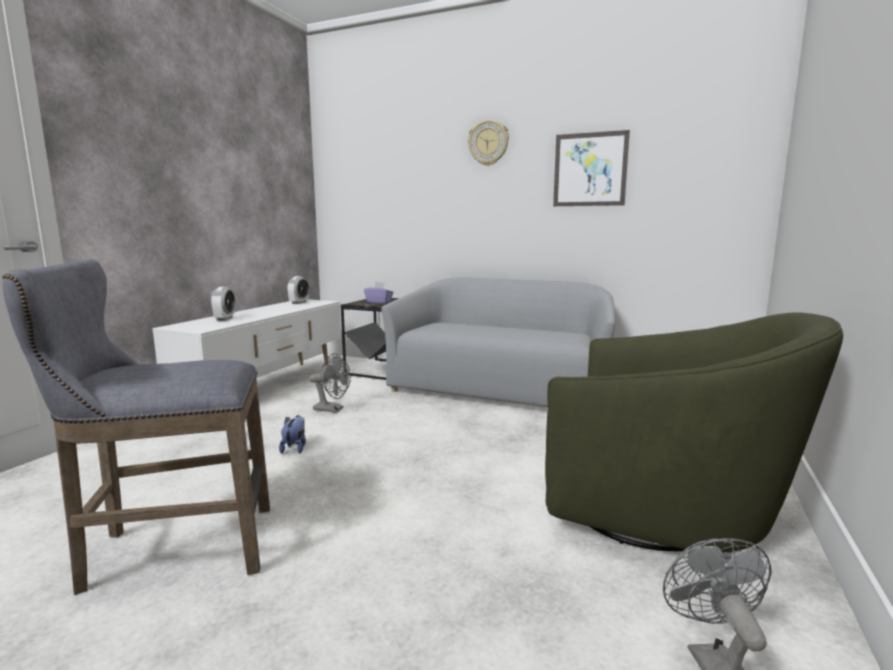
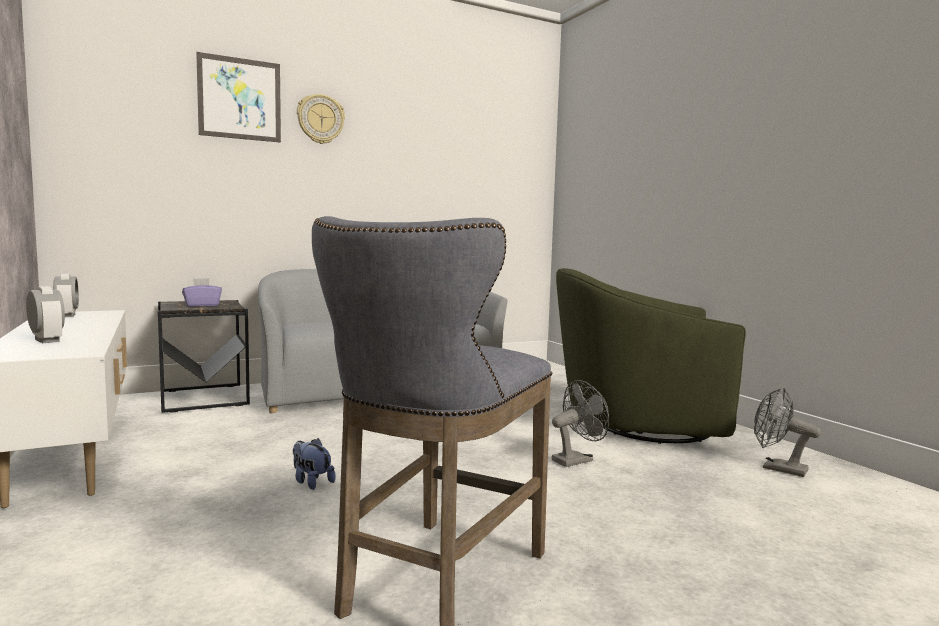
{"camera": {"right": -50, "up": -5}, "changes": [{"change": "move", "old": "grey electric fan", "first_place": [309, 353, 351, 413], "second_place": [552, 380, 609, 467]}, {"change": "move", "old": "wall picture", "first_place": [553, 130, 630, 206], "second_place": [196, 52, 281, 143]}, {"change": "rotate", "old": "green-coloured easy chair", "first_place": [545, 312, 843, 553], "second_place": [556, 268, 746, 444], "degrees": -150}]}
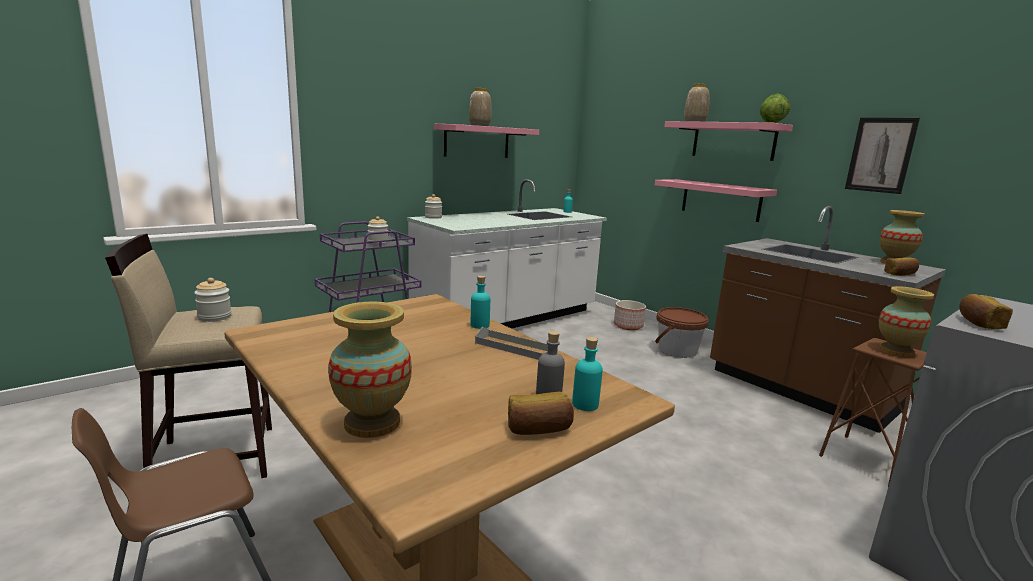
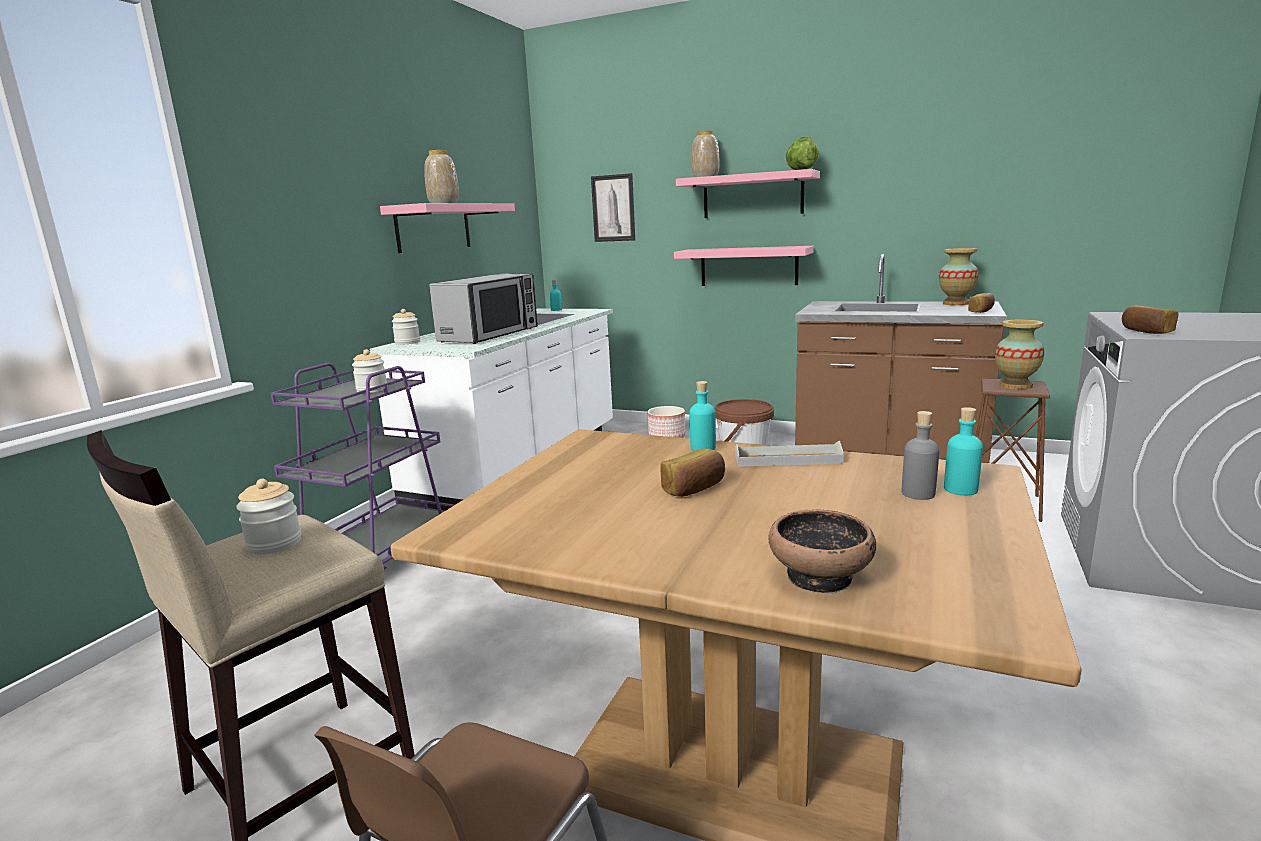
{"camera": {"right": -25, "up": 0}, "changes": [{"change": "insert", "new": "microwave", "second_place": [429, 274, 538, 344]}, {"change": "move", "old": "baked bread", "first_place": [508, 392, 574, 435], "second_place": [660, 448, 725, 497]}, {"change": "move", "old": "wall picture", "first_place": [845, 117, 920, 194], "second_place": [591, 173, 635, 242]}, {"change": "replace", "old": "vase", "new": "bowl", "first_place": [328, 302, 412, 438], "second_place": [768, 509, 876, 593]}]}
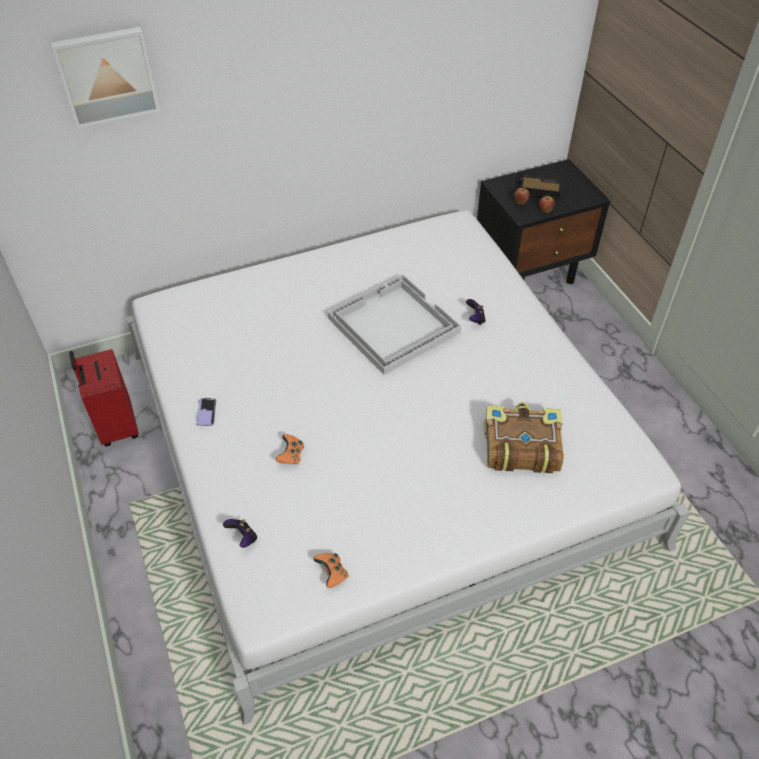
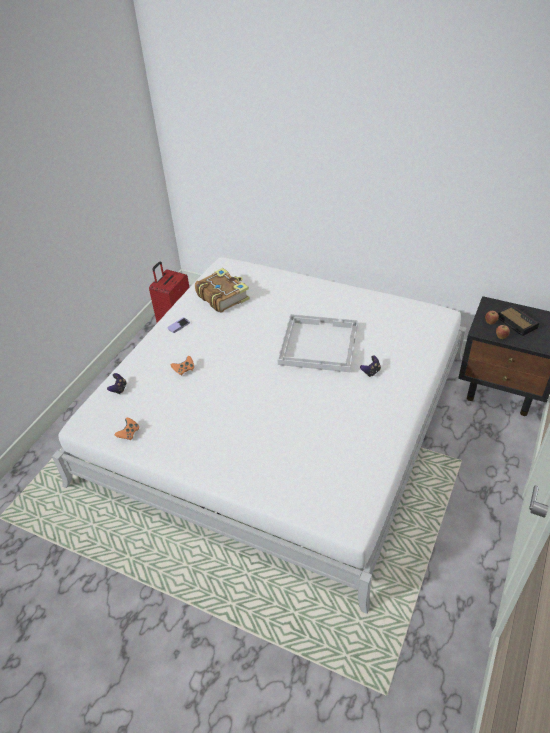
{"camera": {"right": 50, "up": -5}, "changes": [{"change": "delete", "old": "wall picture", "first_place": [50, 27, 160, 128]}, {"change": "move", "old": "volume", "first_place": [484, 402, 564, 473], "second_place": [195, 268, 250, 313]}]}
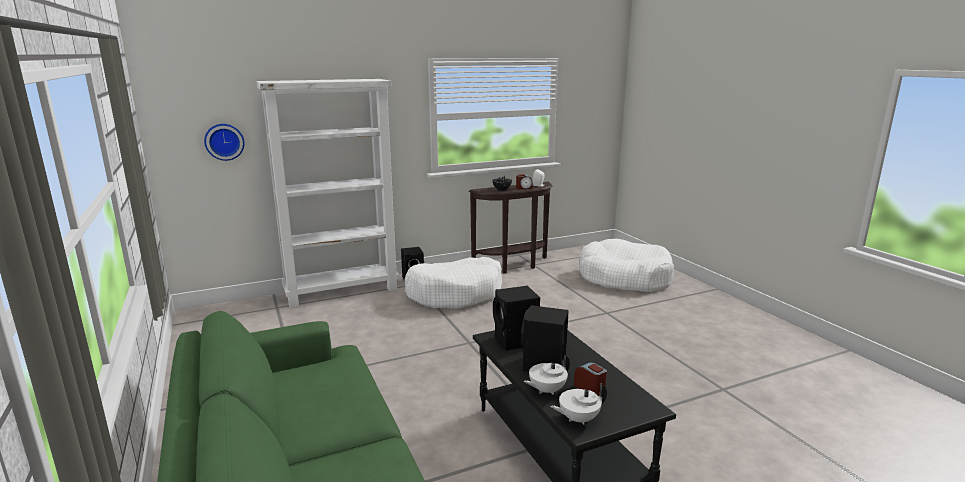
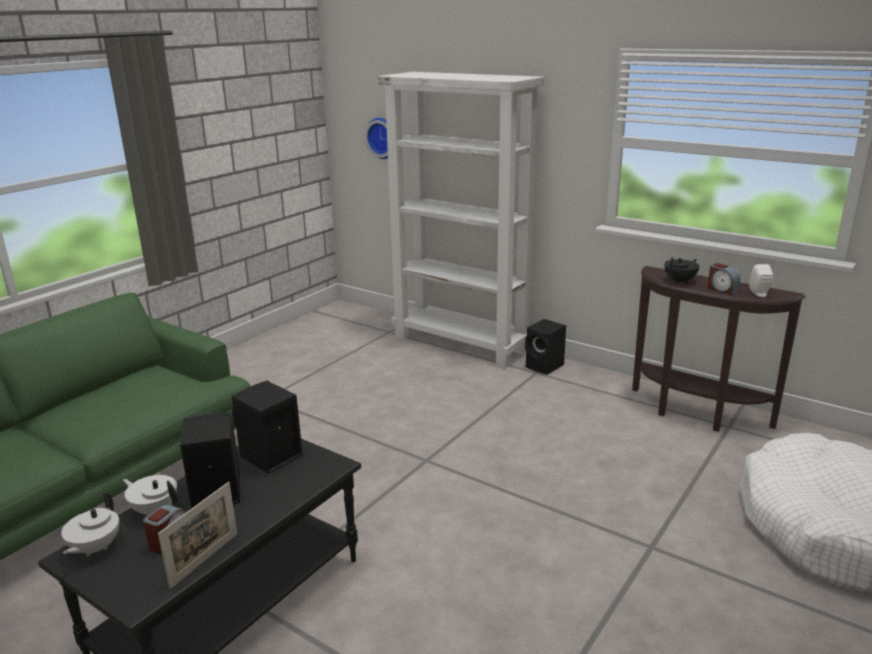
{"camera": {"right": 60, "up": 5}, "changes": [{"change": "delete", "old": "white pet bed", "first_place": [404, 257, 502, 309]}, {"change": "insert", "new": "standing frame", "second_place": [158, 482, 237, 589]}, {"change": "rotate", "old": "white teapot", "first_place": [550, 383, 607, 425], "second_place": [61, 493, 119, 557], "degrees": -120}]}
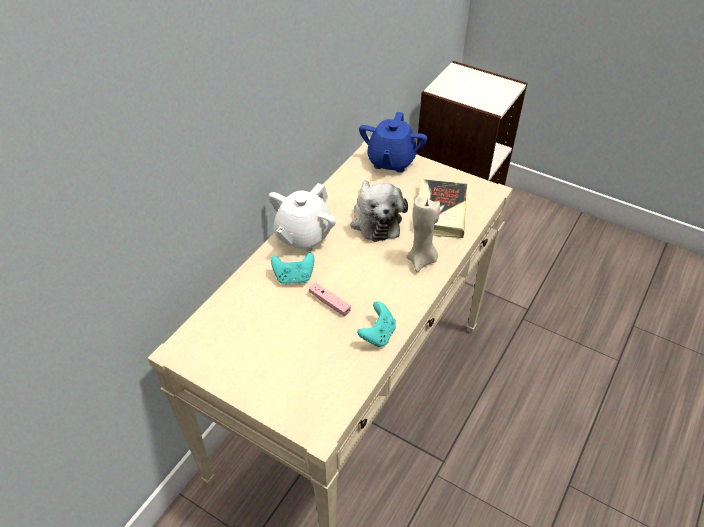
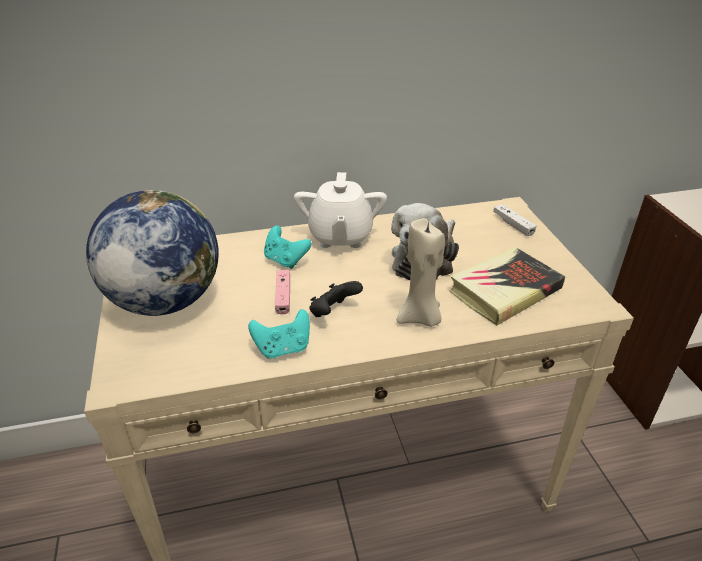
{"camera": {"right": 45, "up": -10}, "changes": [{"change": "insert", "new": "globe", "second_place": [86, 190, 219, 316]}, {"change": "insert", "new": "blackish joypad", "second_place": [309, 281, 363, 317]}, {"change": "replace", "old": "bluish teapot", "new": "white joypad", "first_place": [359, 112, 427, 173], "second_place": [493, 204, 536, 236]}, {"change": "rotate", "old": "white teapot", "first_place": [269, 183, 336, 252], "second_place": [294, 172, 387, 248], "degrees": -75}]}
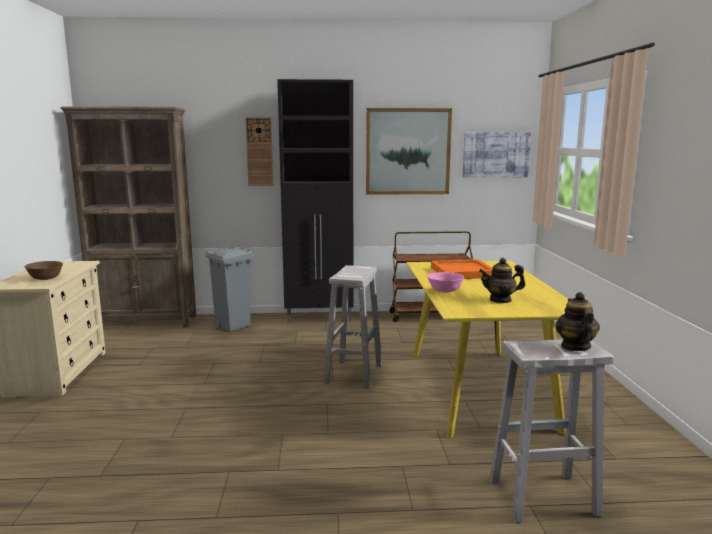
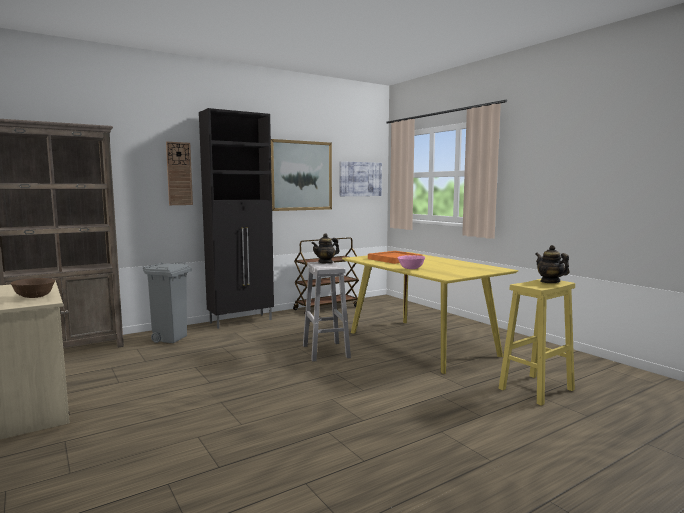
{"camera": {"right": -30, "up": -5}, "changes": [{"change": "move", "old": "teapot", "first_place": [479, 258, 526, 303], "second_place": [311, 233, 340, 264]}, {"change": "recolor", "old": "white stool", "new": "yellow-coloured stool", "first_place": [490, 339, 614, 523], "second_place": [499, 278, 575, 406]}]}
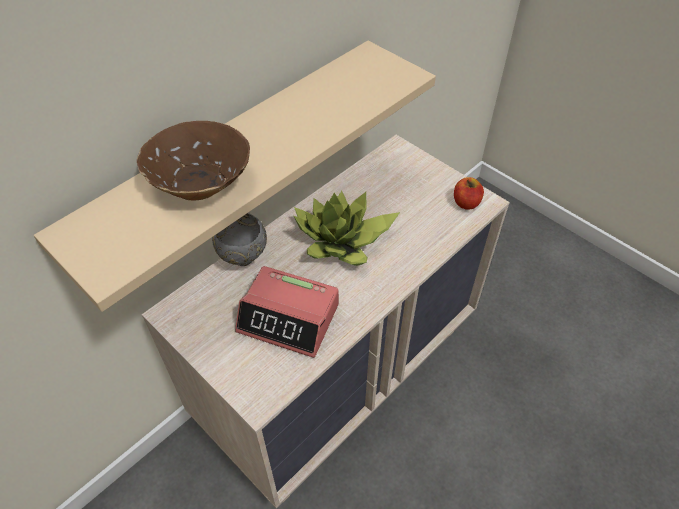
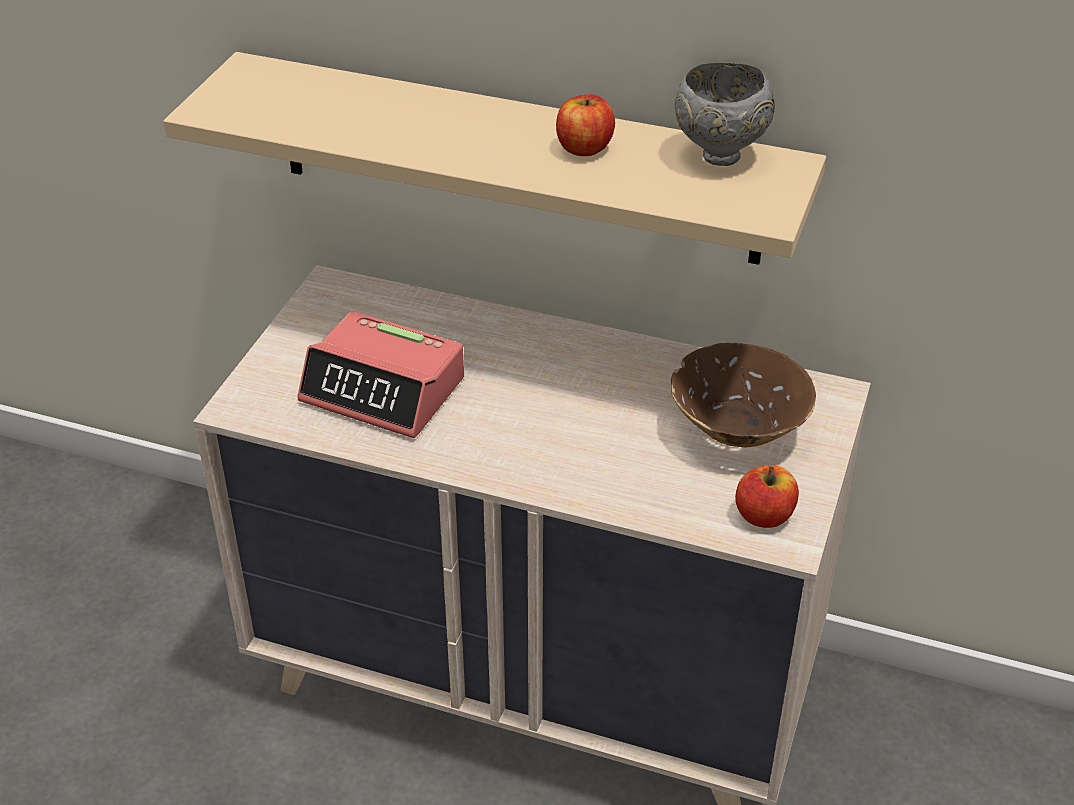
{"camera": {"right": 65, "up": -10}, "changes": [{"change": "delete", "old": "houseplant", "first_place": [293, 191, 400, 266]}, {"change": "insert", "new": "whole apple", "second_place": [556, 94, 615, 156]}, {"change": "move", "old": "brown bowl", "first_place": [137, 121, 250, 201], "second_place": [671, 343, 816, 447]}, {"change": "move", "old": "grey bowl", "first_place": [212, 213, 267, 266], "second_place": [675, 63, 775, 166]}, {"change": "rotate", "old": "alarm clock", "first_place": [235, 266, 339, 358], "second_place": [298, 311, 464, 438], "degrees": -60}]}
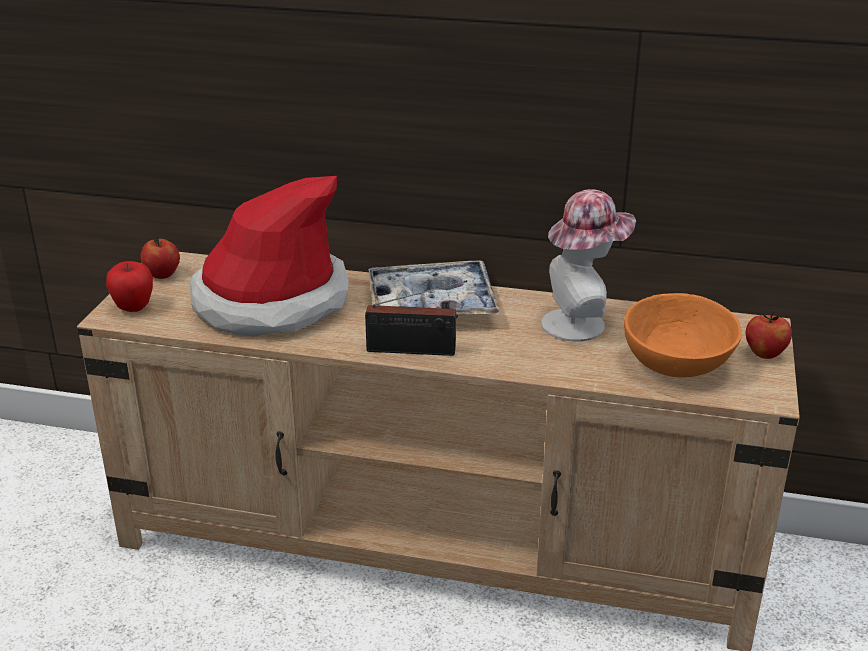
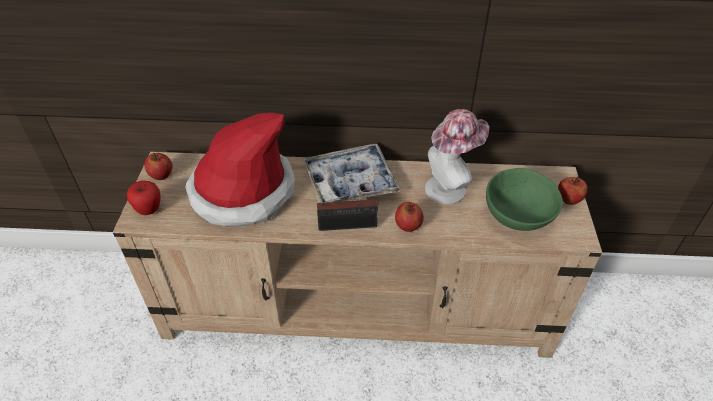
{"camera": {"right": -10, "up": 15}, "changes": [{"change": "insert", "new": "whole apple", "second_place": [395, 202, 424, 232]}, {"change": "recolor", "old": "orange-coloured bowl", "new": "green-coloured bowl", "first_place": [624, 293, 742, 377], "second_place": [486, 168, 563, 231]}]}
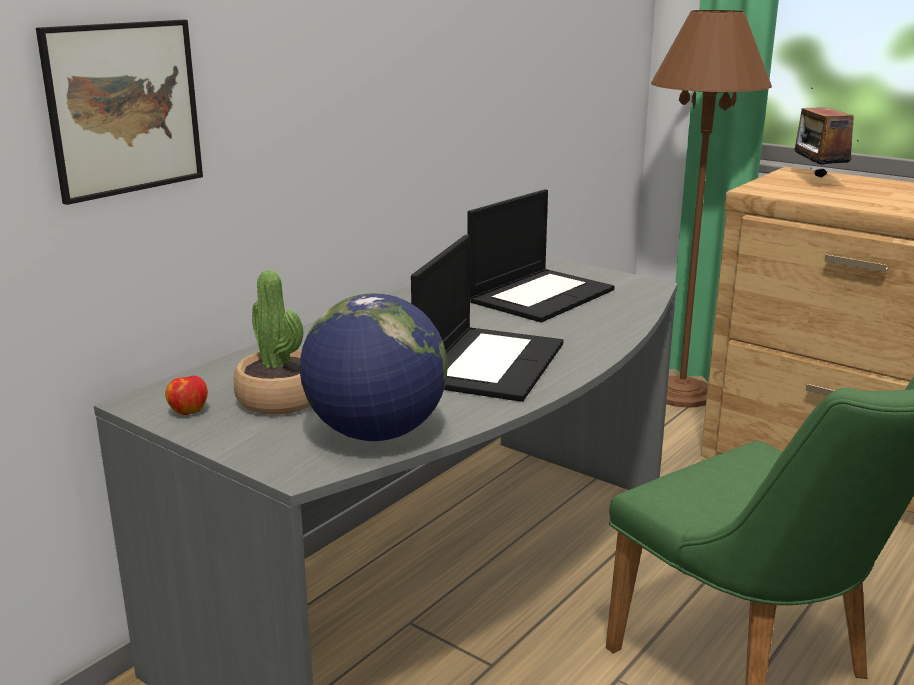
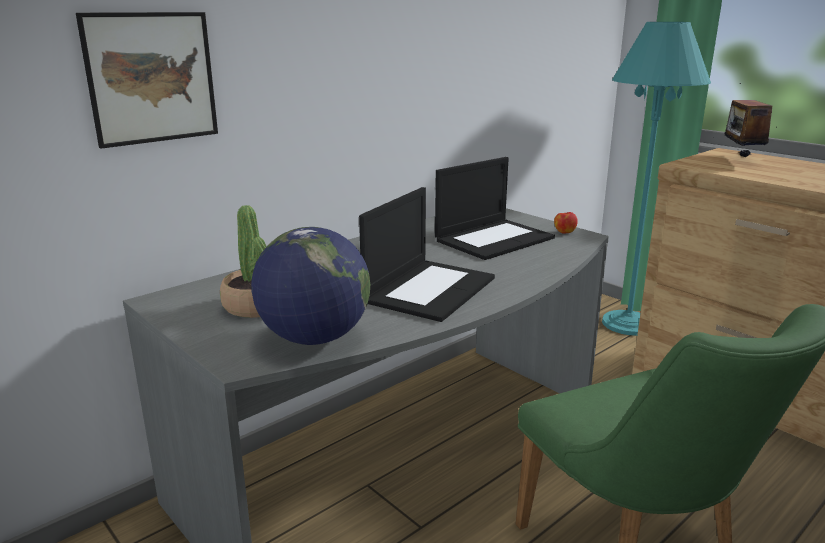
{"camera": {"right": 10, "up": 0}, "changes": [{"change": "move", "old": "whole apple", "first_place": [165, 376, 208, 415], "second_place": [554, 212, 578, 234]}, {"change": "recolor", "old": "brown standard lamp", "new": "blue-green standard lamp", "first_place": [651, 10, 772, 407], "second_place": [602, 22, 711, 336]}]}
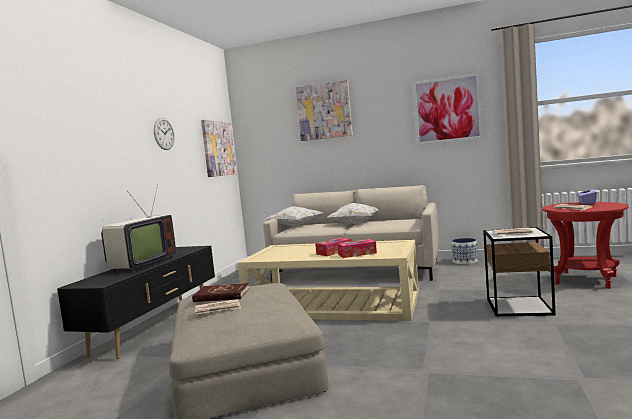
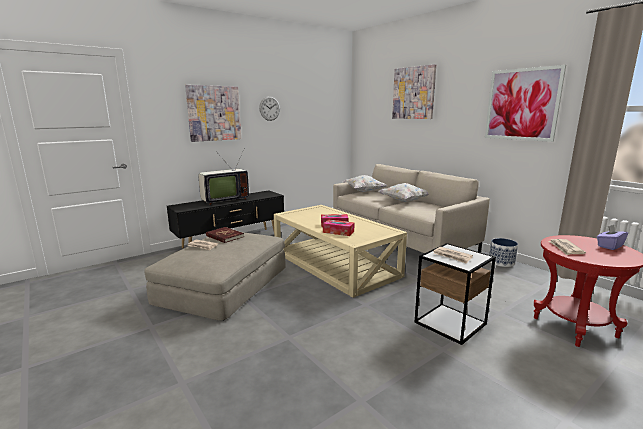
{"camera": {"right": 35, "up": 10}, "changes": [{"change": "move", "old": "wall picture", "first_place": [201, 120, 237, 177], "second_place": [185, 85, 241, 142]}]}
